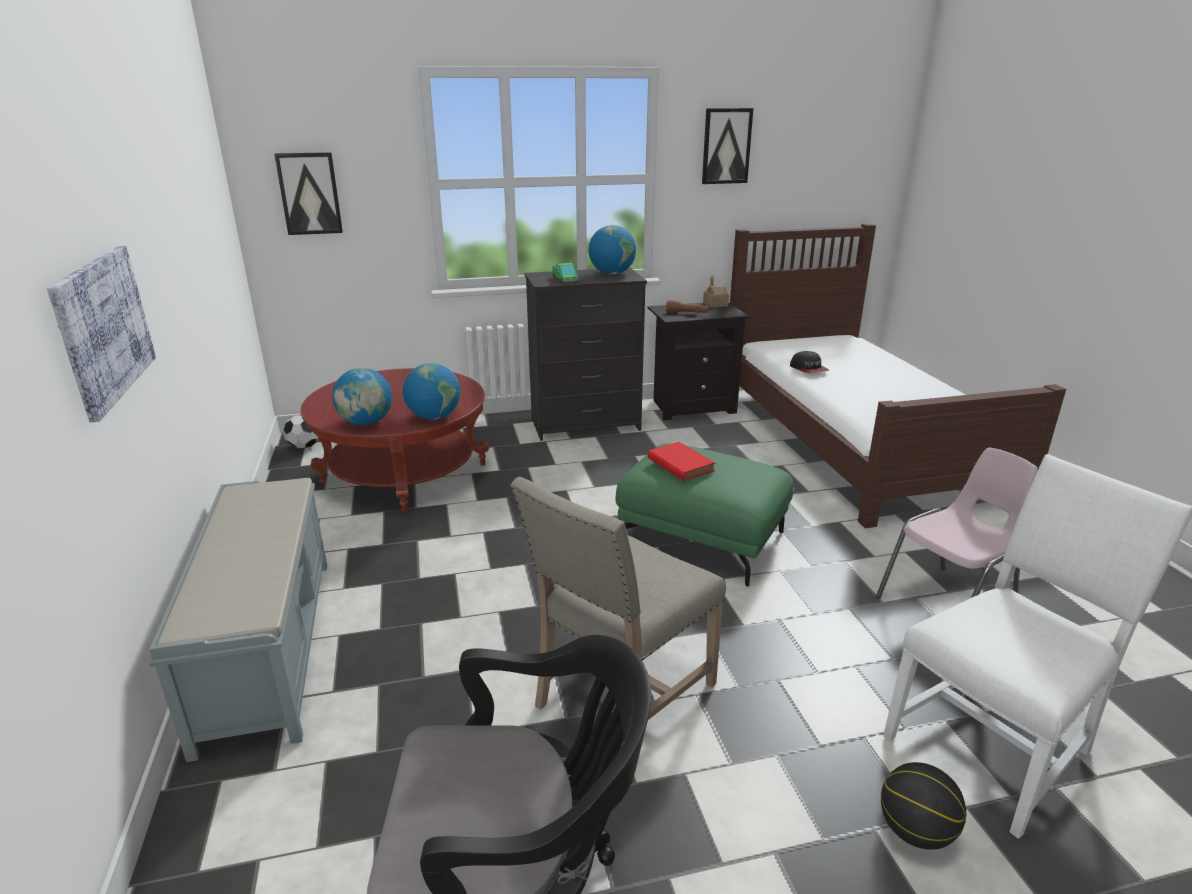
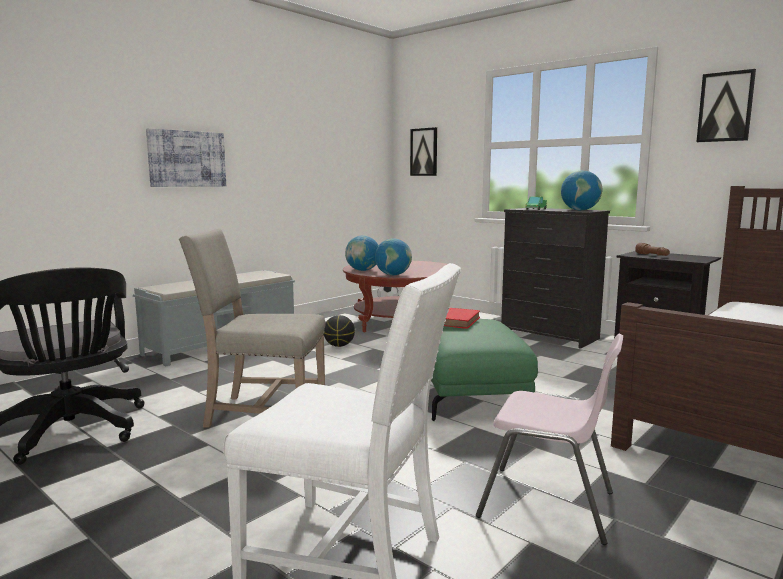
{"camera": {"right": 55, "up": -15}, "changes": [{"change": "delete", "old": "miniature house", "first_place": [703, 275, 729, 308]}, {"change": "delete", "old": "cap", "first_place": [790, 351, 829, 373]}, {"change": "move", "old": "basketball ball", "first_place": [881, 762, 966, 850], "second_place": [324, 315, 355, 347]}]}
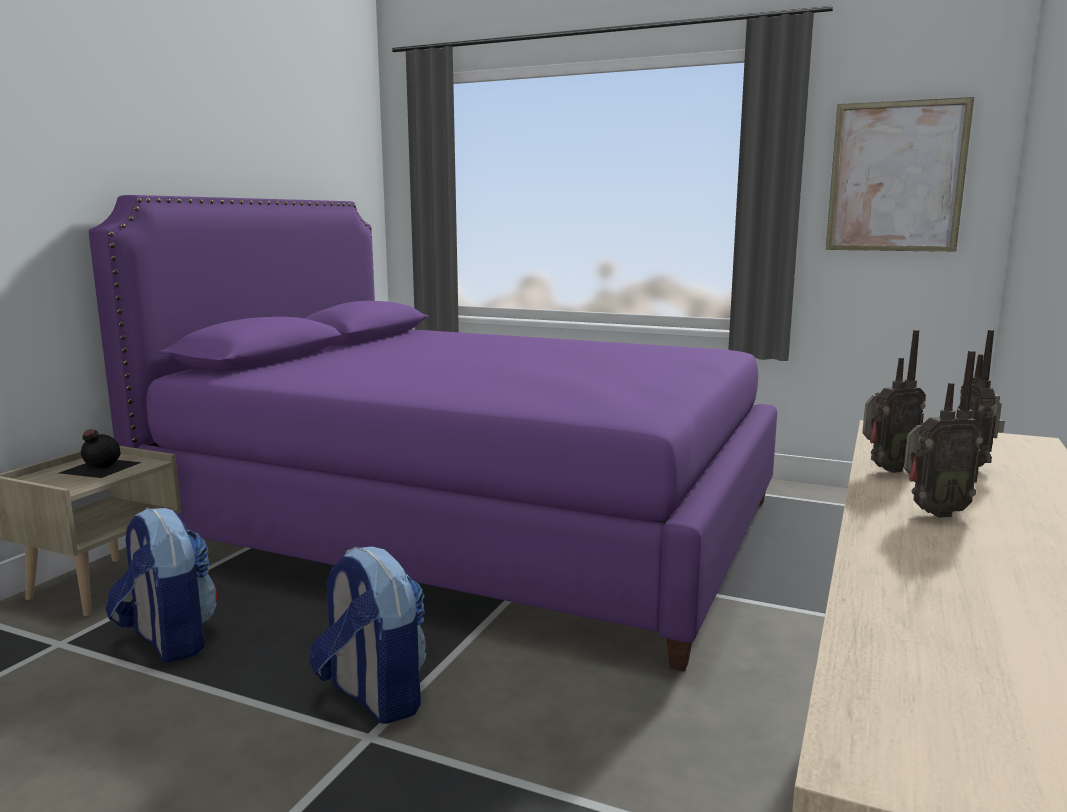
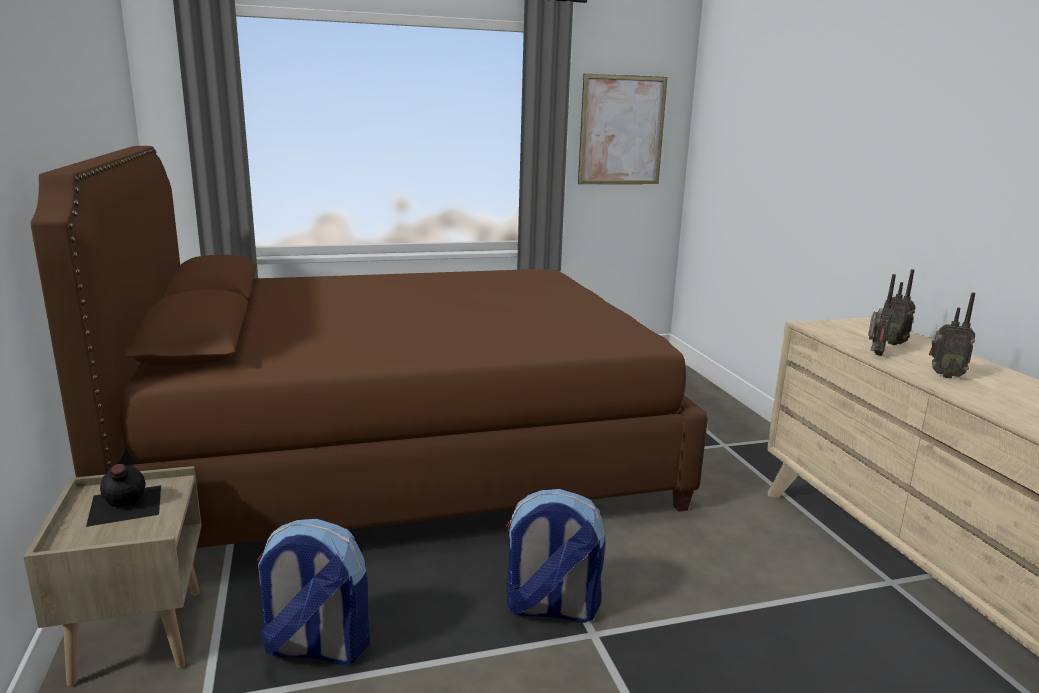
{"camera": {"right": -40, "up": 5}, "changes": [{"change": "recolor", "old": "purple-coloured bedroom bed", "new": "brown bedroom bed", "first_place": [89, 195, 777, 672], "second_place": [31, 146, 708, 548]}, {"change": "rotate", "old": "radio receiver", "first_place": [904, 351, 984, 518], "second_place": [929, 292, 975, 379], "degrees": 75}]}
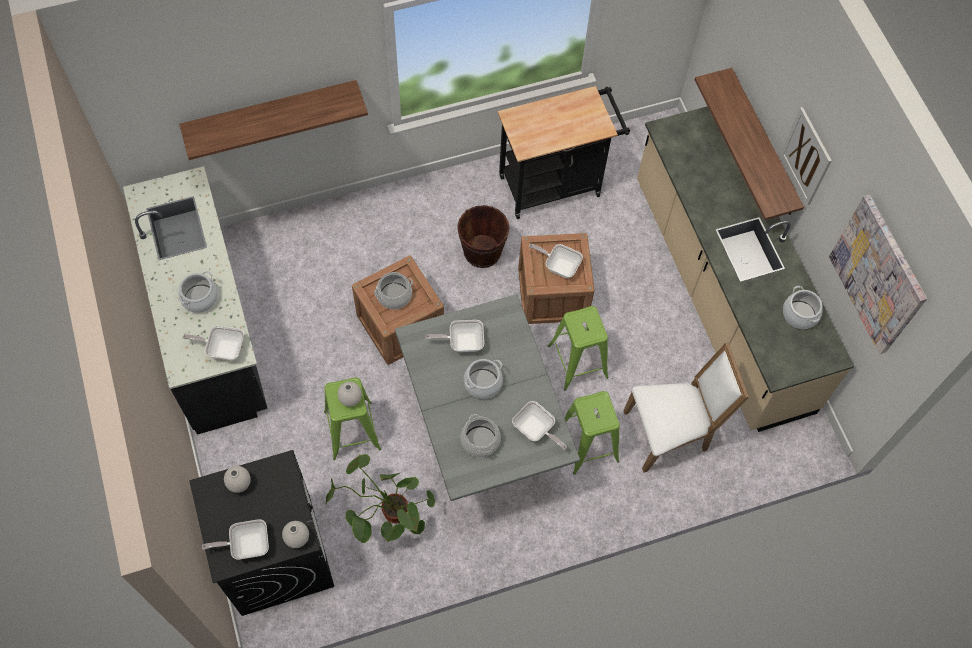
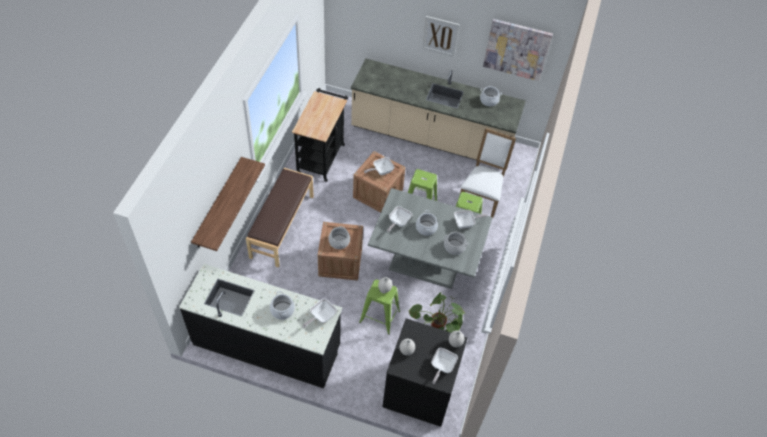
{"camera": {"right": -55, "up": -10}, "changes": [{"change": "delete", "old": "brown water bucket", "first_place": [457, 205, 510, 268]}, {"change": "delete", "old": "wall shelf", "first_place": [695, 68, 804, 220]}, {"change": "insert", "new": "brown long seat", "second_place": [246, 168, 314, 268]}]}
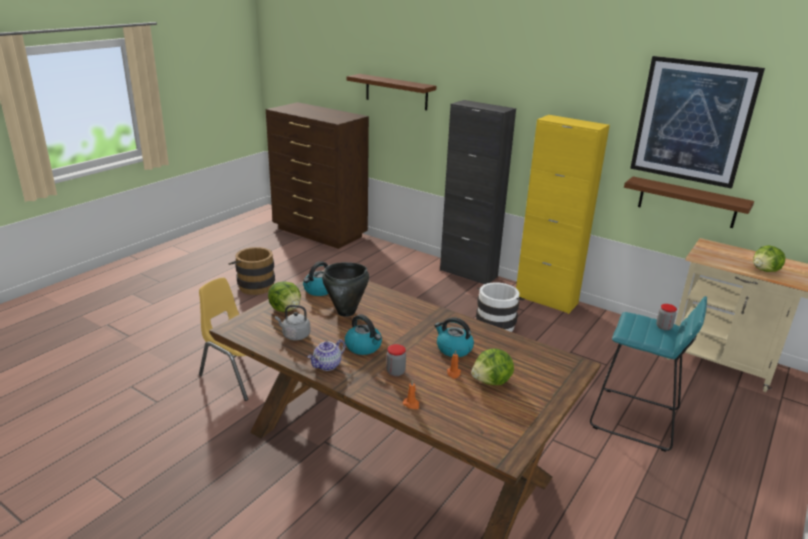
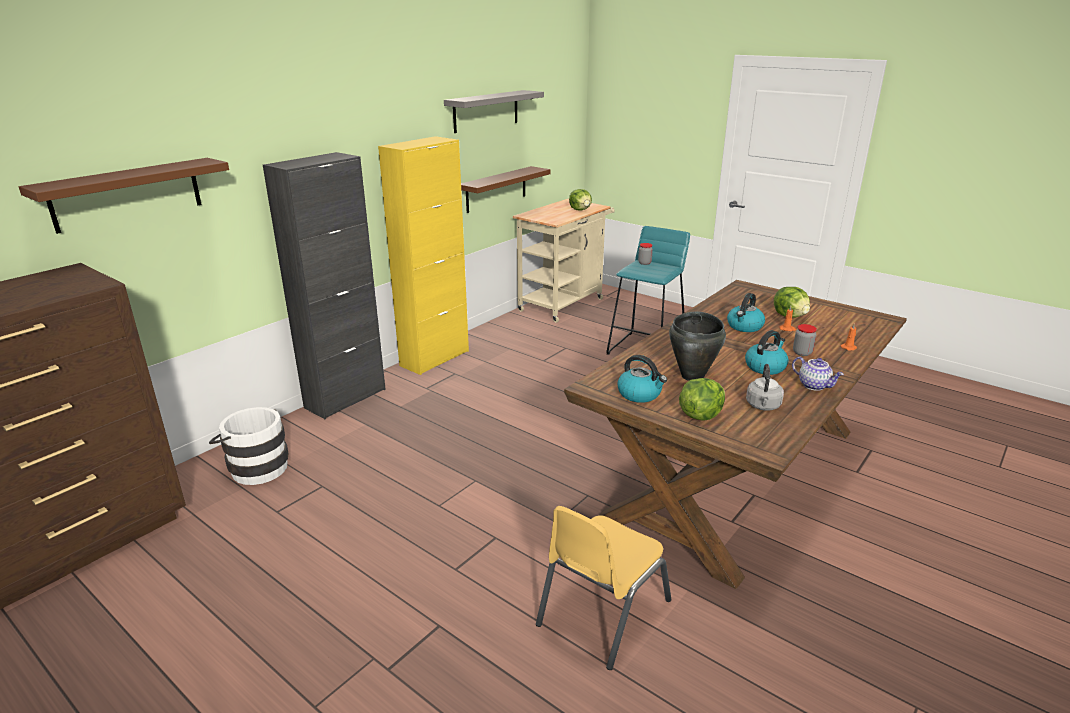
{"camera": {"right": -85, "up": 0}, "changes": [{"change": "delete", "old": "brown water bucket", "first_place": [229, 247, 275, 295]}, {"change": "move", "old": "white water bucket", "first_place": [476, 282, 525, 332], "second_place": [209, 407, 289, 485]}, {"change": "replace", "old": "wall picture", "new": "grey wall shelf", "first_place": [630, 56, 765, 189], "second_place": [444, 90, 544, 133]}]}
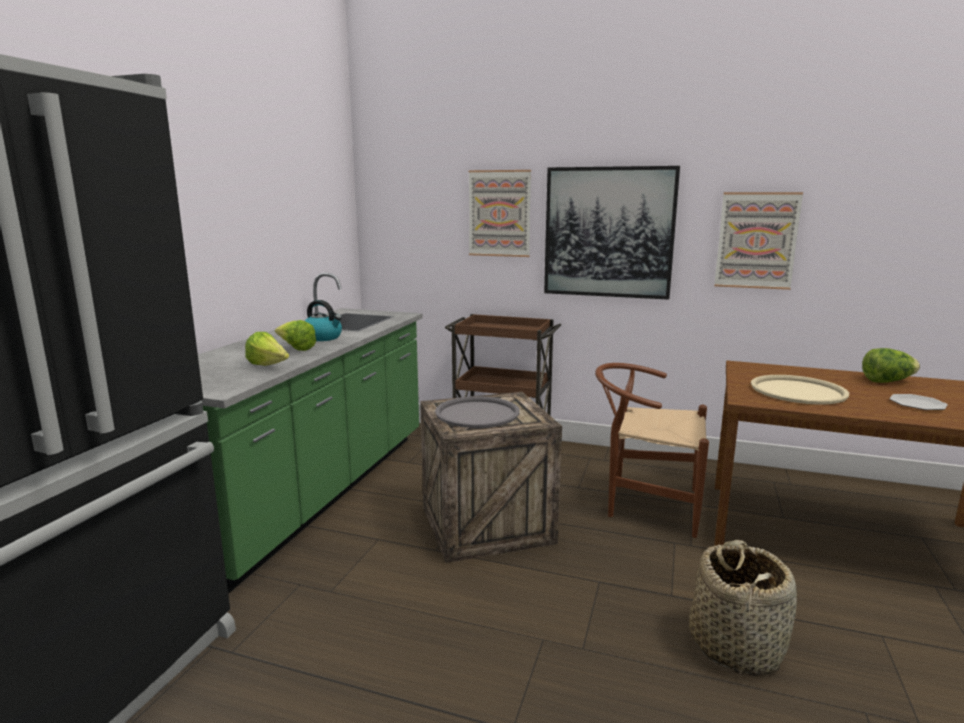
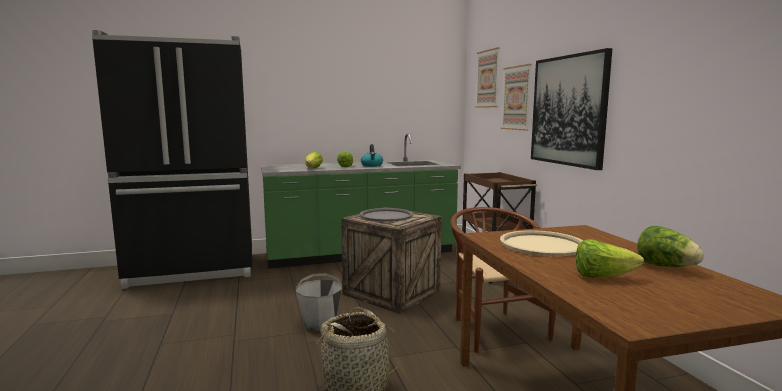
{"camera": {"right": 55, "up": -5}, "changes": [{"change": "insert", "new": "grey water bucket", "second_place": [296, 273, 342, 331]}, {"change": "move", "old": "wall picture", "first_place": [714, 192, 803, 290], "second_place": [475, 47, 500, 108]}, {"change": "replace", "old": "plate", "new": "lettuce head", "first_place": [889, 394, 948, 410], "second_place": [576, 239, 644, 278]}]}
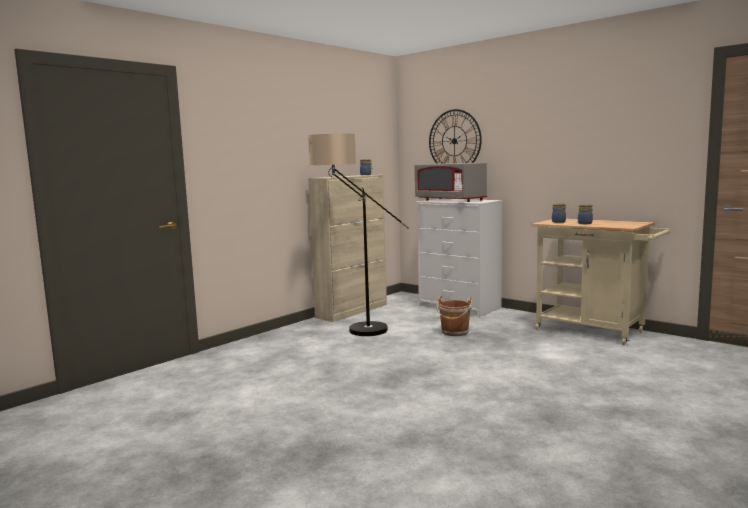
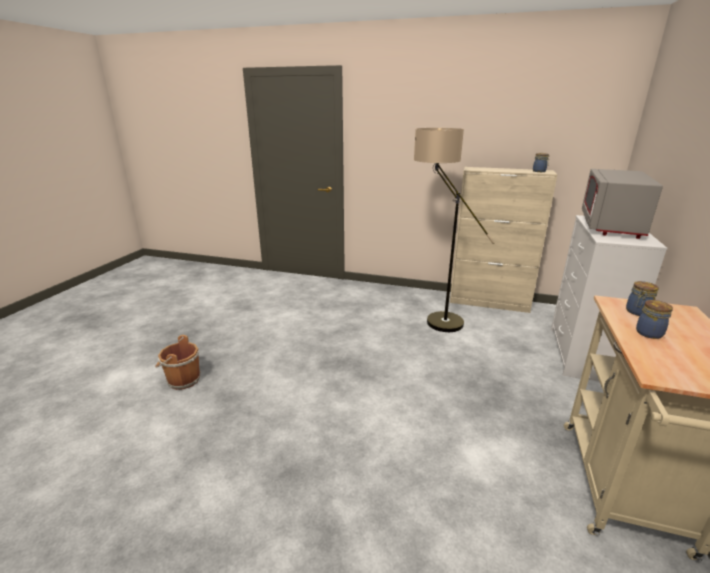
{"camera": {"right": 65, "up": 15}, "changes": [{"change": "delete", "old": "wall clock", "first_place": [429, 109, 482, 164]}, {"change": "move", "old": "brown water bucket", "first_place": [437, 296, 472, 336], "second_place": [155, 335, 201, 390]}]}
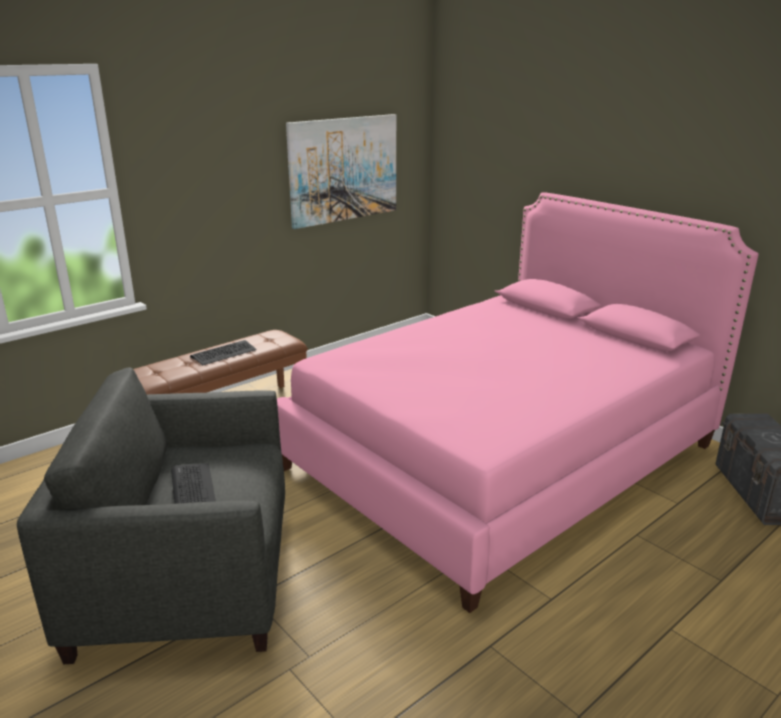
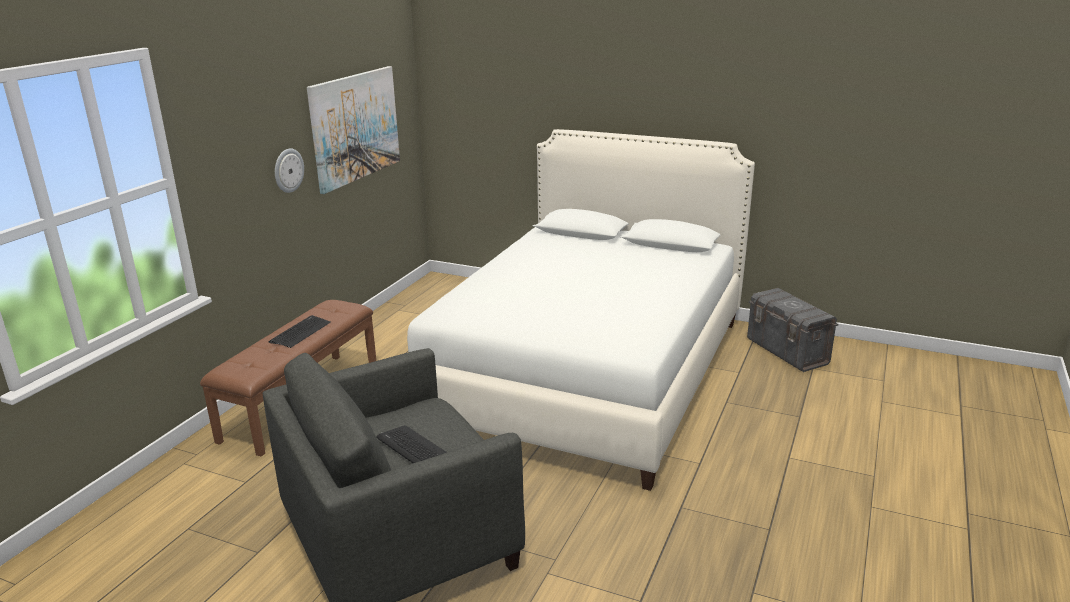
{"camera": {"right": -25, "up": 0}, "changes": [{"change": "insert", "new": "wall clock", "second_place": [275, 148, 304, 193]}, {"change": "recolor", "old": "pinkish bedroom bed", "new": "white bedroom bed", "first_place": [277, 192, 759, 613], "second_place": [407, 129, 755, 491]}]}
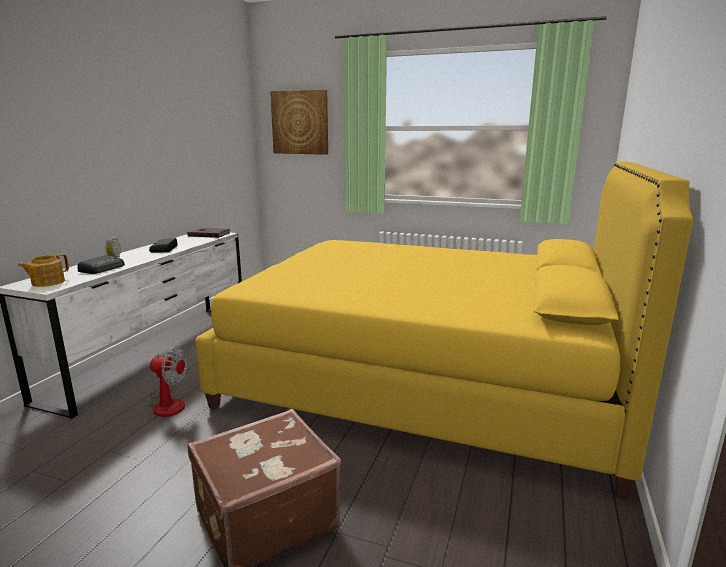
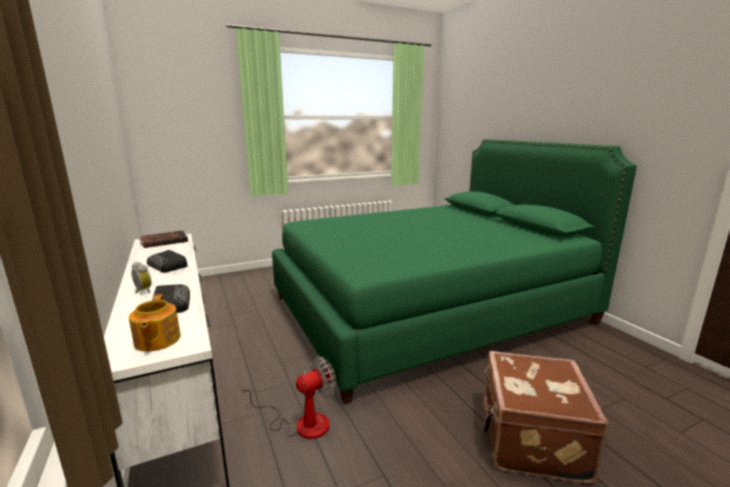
{"camera": {"right": -45, "up": 0}, "changes": [{"change": "delete", "old": "wall picture", "first_place": [270, 90, 328, 155]}, {"change": "recolor", "old": "yellow-coloured bedroom bed", "new": "green-coloured bedroom bed", "first_place": [195, 162, 693, 499], "second_place": [272, 139, 637, 405]}]}
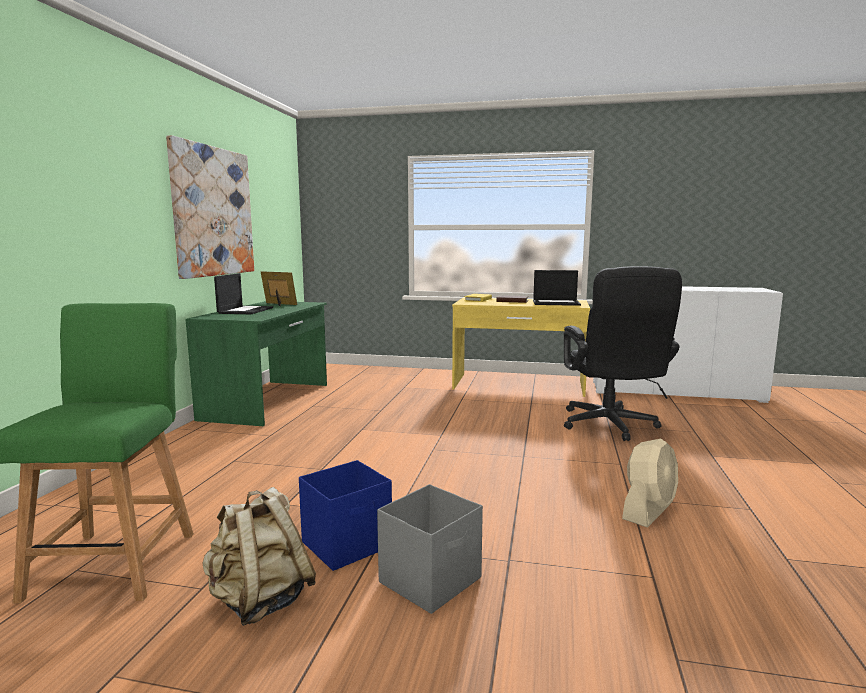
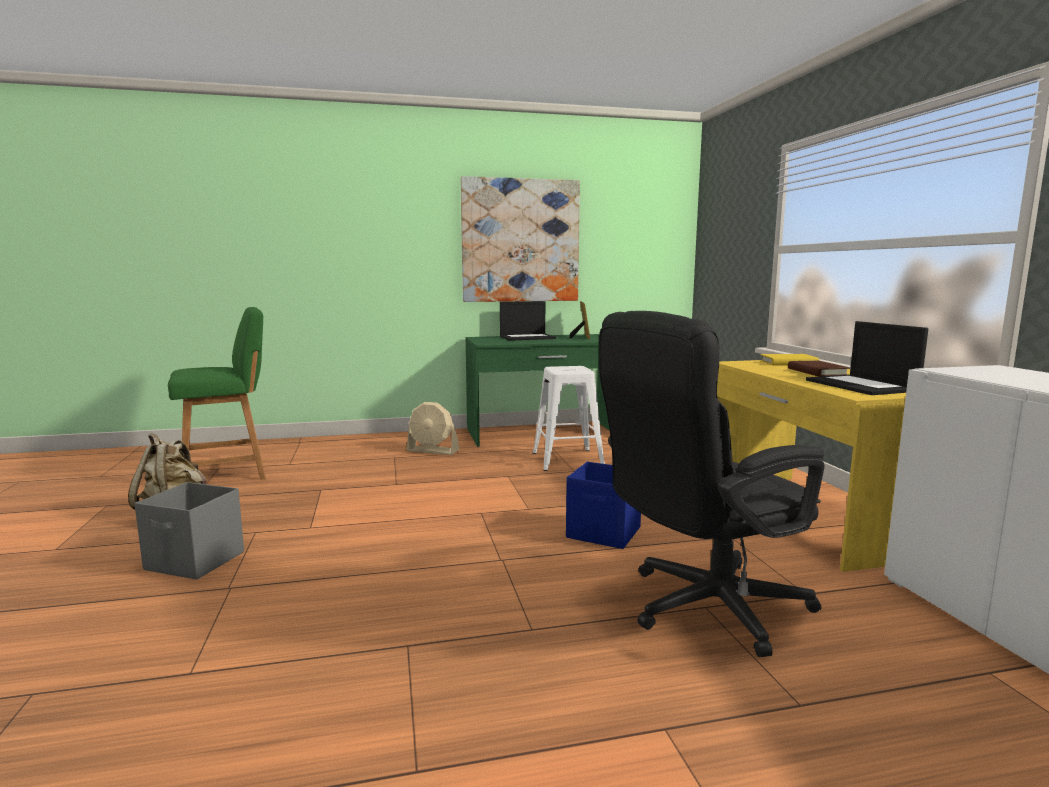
{"camera": {"right": 65, "up": 0}, "changes": [{"change": "insert", "new": "white stool", "second_place": [532, 366, 605, 471]}, {"change": "move", "old": "bluish storage box", "first_place": [299, 460, 392, 571], "second_place": [566, 462, 641, 549]}, {"change": "move", "old": "beige electric fan", "first_place": [622, 439, 678, 528], "second_place": [407, 402, 459, 455]}]}
